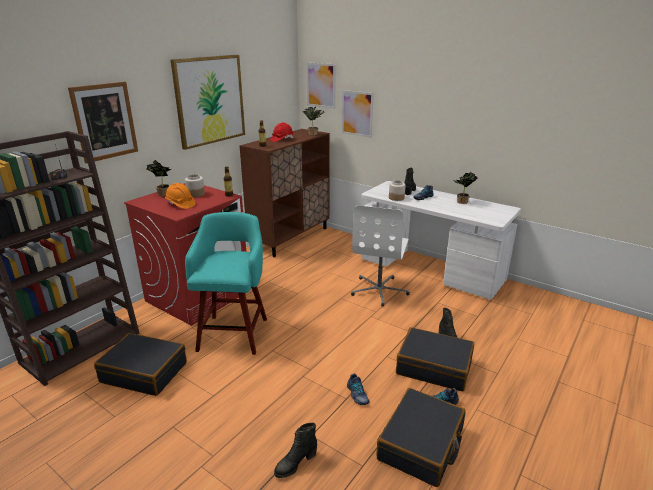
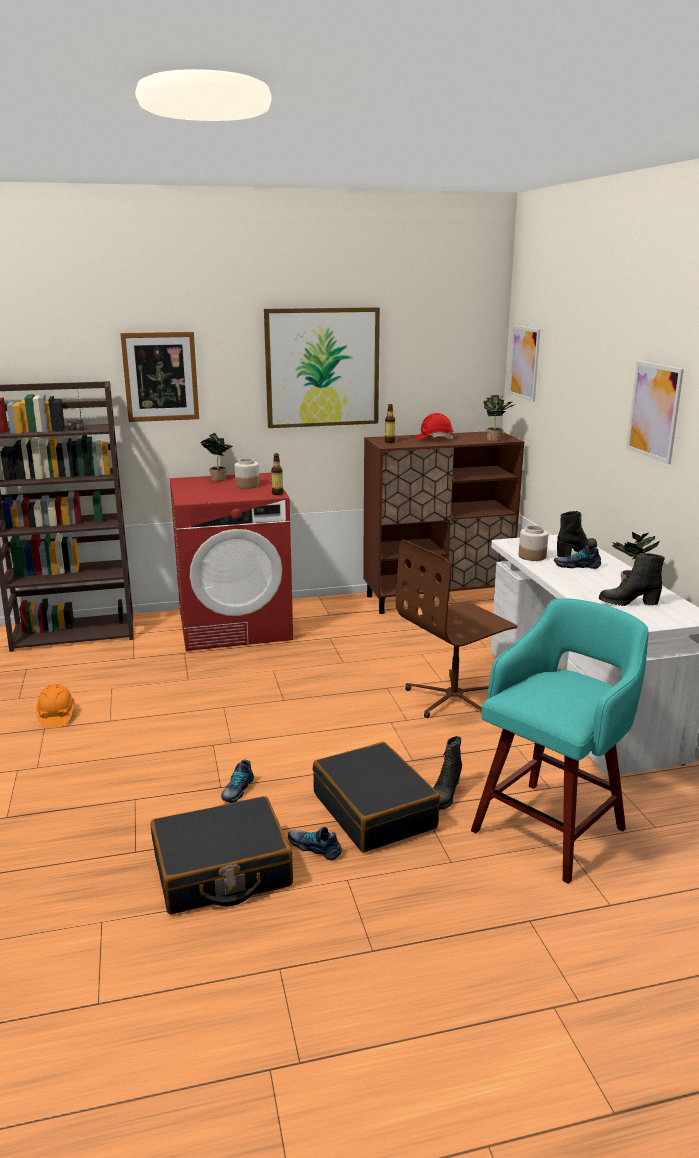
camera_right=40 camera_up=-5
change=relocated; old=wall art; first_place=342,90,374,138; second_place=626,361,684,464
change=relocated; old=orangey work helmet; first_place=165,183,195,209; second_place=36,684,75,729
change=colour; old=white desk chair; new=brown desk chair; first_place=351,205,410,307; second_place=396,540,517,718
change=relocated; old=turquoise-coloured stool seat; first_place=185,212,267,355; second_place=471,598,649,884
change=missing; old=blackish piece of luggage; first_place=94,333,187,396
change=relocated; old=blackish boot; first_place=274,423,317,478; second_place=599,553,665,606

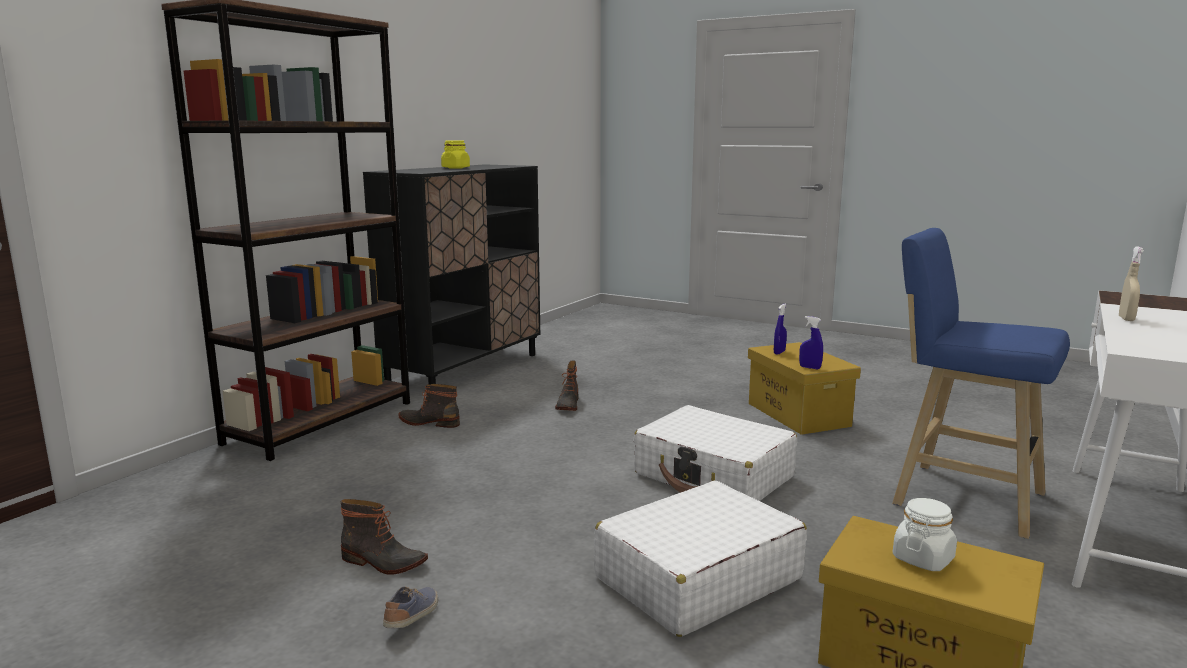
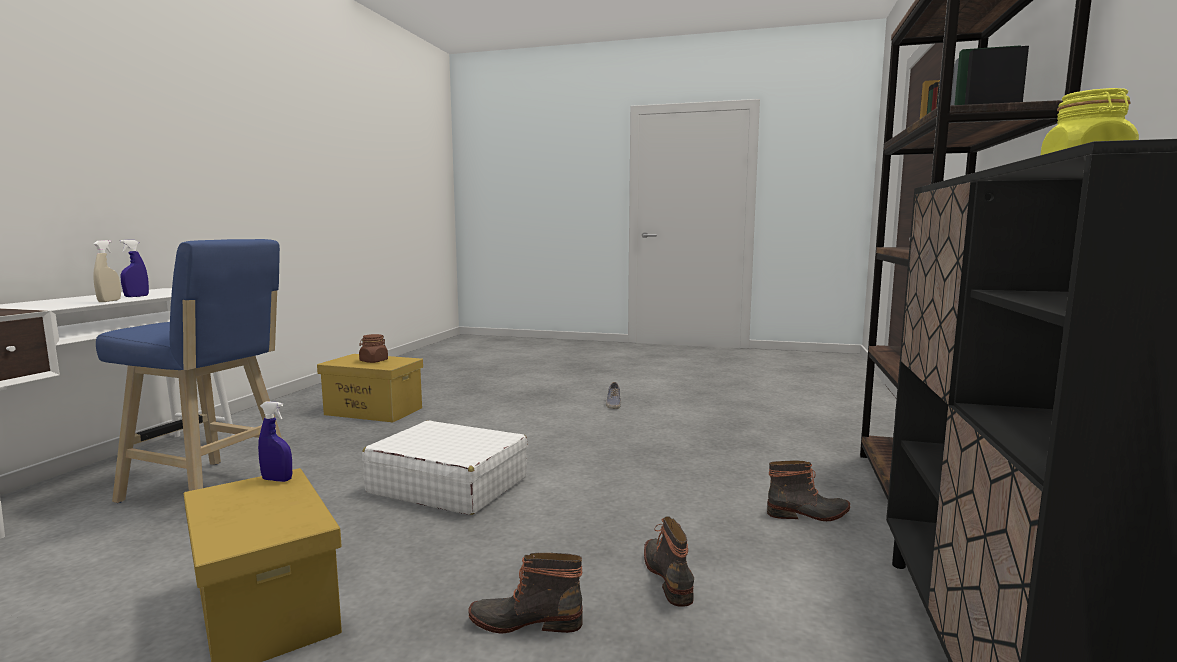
camera_right=165 camera_up=-5
change=relocated; old=blue-coloured spray bottle; first_place=774,304,787,355; second_place=119,240,149,297
change=missing; old=white piece of luggage; first_place=594,481,807,637
change=colour; old=white jar; new=brown jar; first_place=893,498,957,571; second_place=359,334,388,363
change=relocated; old=boot; first_place=340,499,428,575; second_place=468,553,583,634

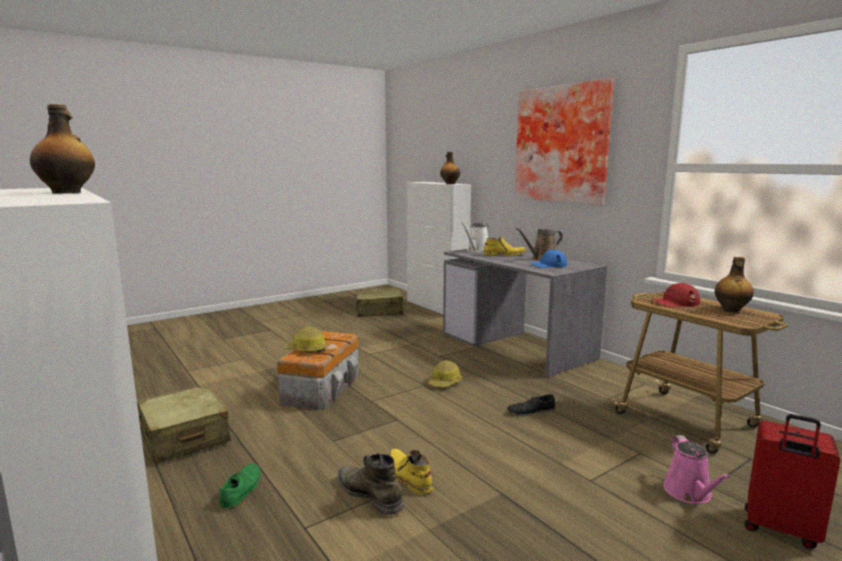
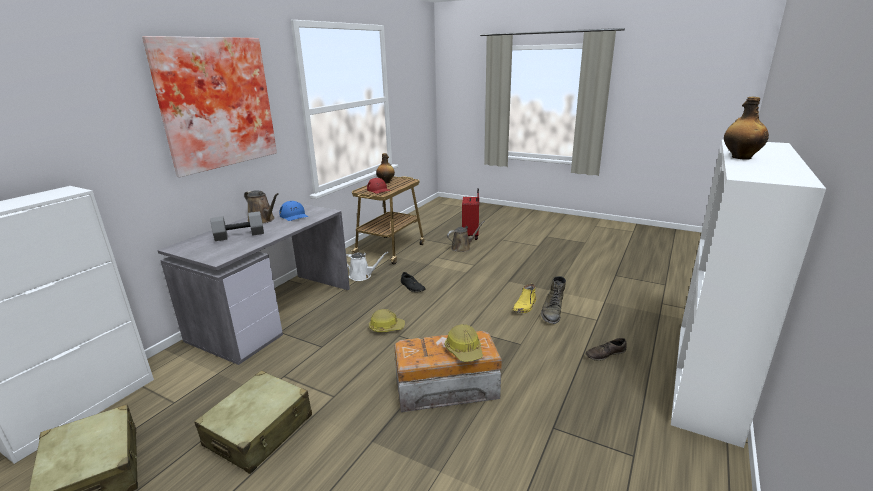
camera_right=-115 camera_up=10
change=missing; old=bottle; first_place=440,152,460,184
change=relocated; old=white sprinkling can; first_place=461,223,489,252; second_place=346,252,389,281
change=exchanged; old=yellow-coloured boot; new=gray dumbbell; first_place=483,237,526,256; second_place=211,211,264,241
change=relocated; old=beige-coloured piece of luggage; first_place=137,385,231,464; second_place=194,371,312,474
change=colour; old=pink sprinkling can; new=brown sprinkling can; first_place=663,435,731,504; second_place=447,221,485,252
change=colour; old=greenish low shoe; new=brown low shoe; first_place=219,463,261,508; second_place=585,338,627,361

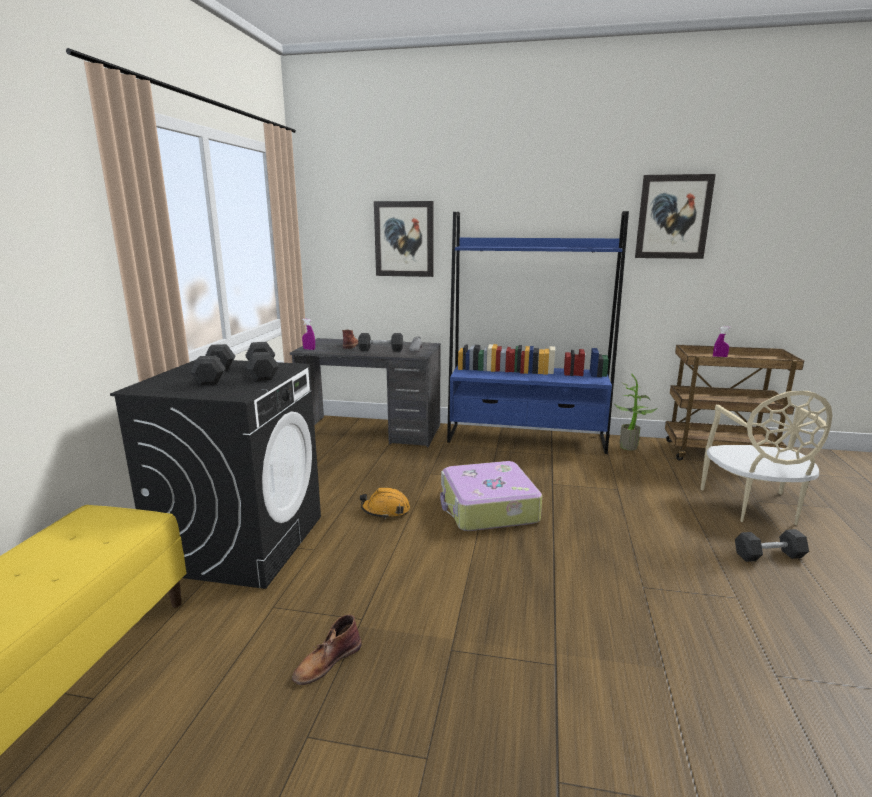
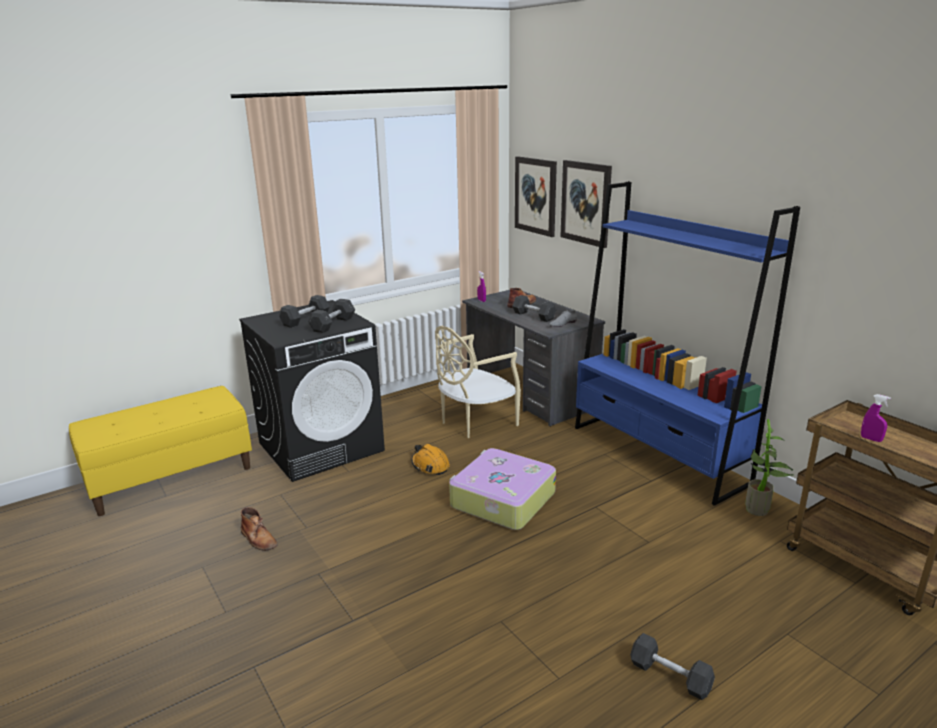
camera_right=45 camera_up=5
change=relocated; old=wall art; first_place=635,174,716,259; second_place=515,156,557,237
change=relocated; old=beige-coloured plain chair; first_place=701,391,833,525; second_place=435,326,521,438
change=spun; old=brown boot; first_place=292,615,362,685; second_place=241,507,278,551; degrees=-135

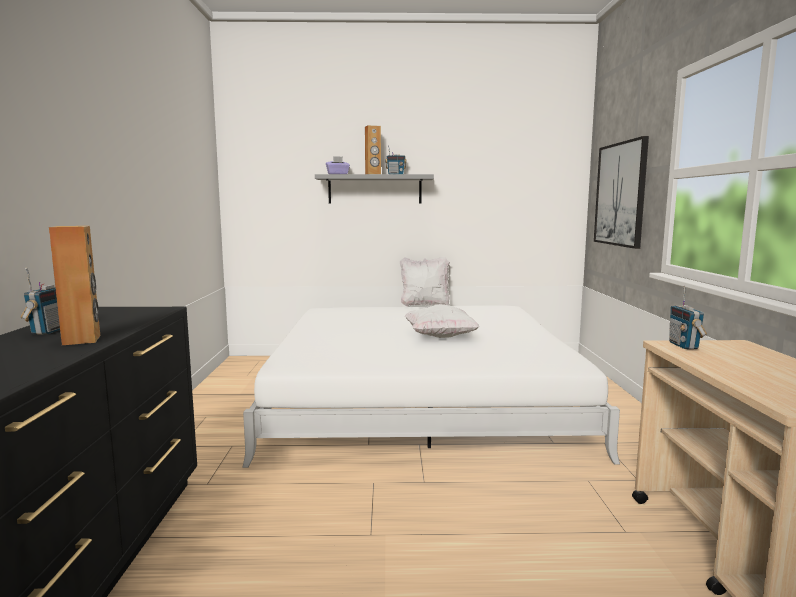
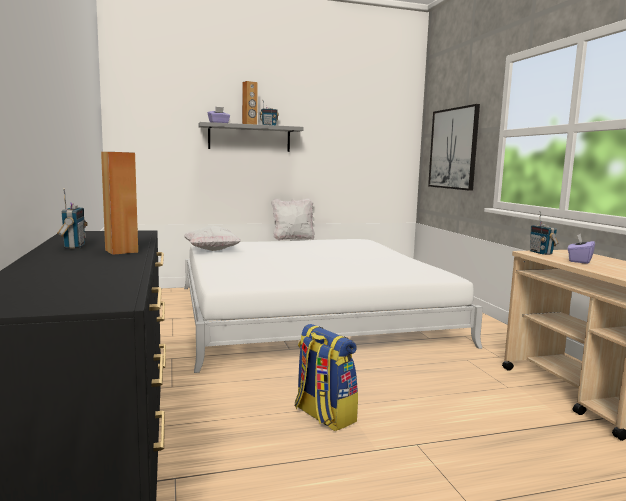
camera_right=-15 camera_up=0
change=relocated; old=white throw pillow; first_place=404,304,480,338; second_place=184,225,241,251
change=appeared; new=purple tissue holder; second_place=568,234,595,264
change=appeared; new=backpack; second_place=295,324,358,431

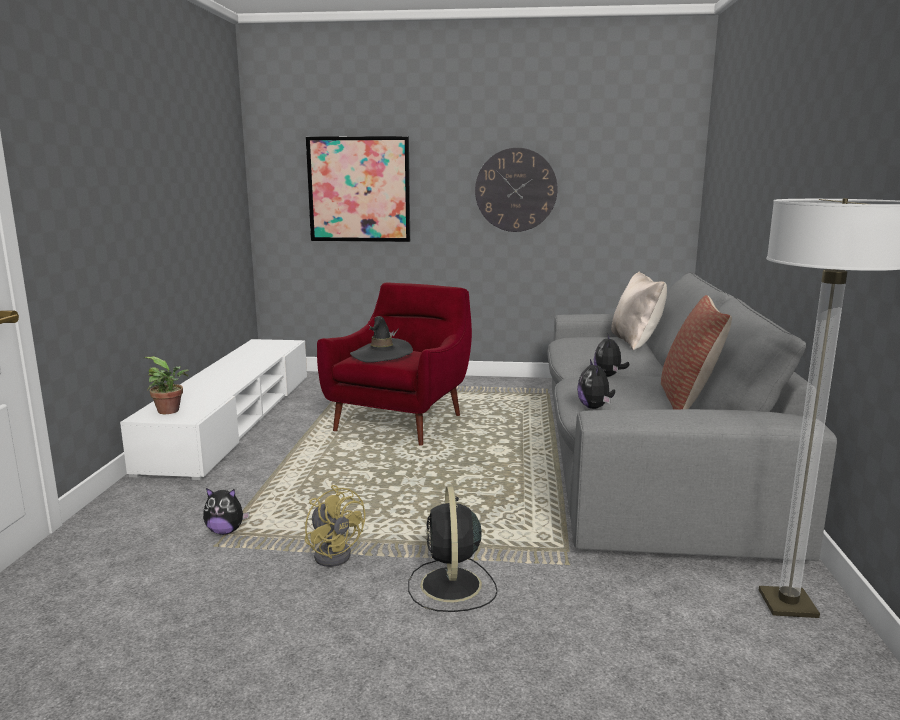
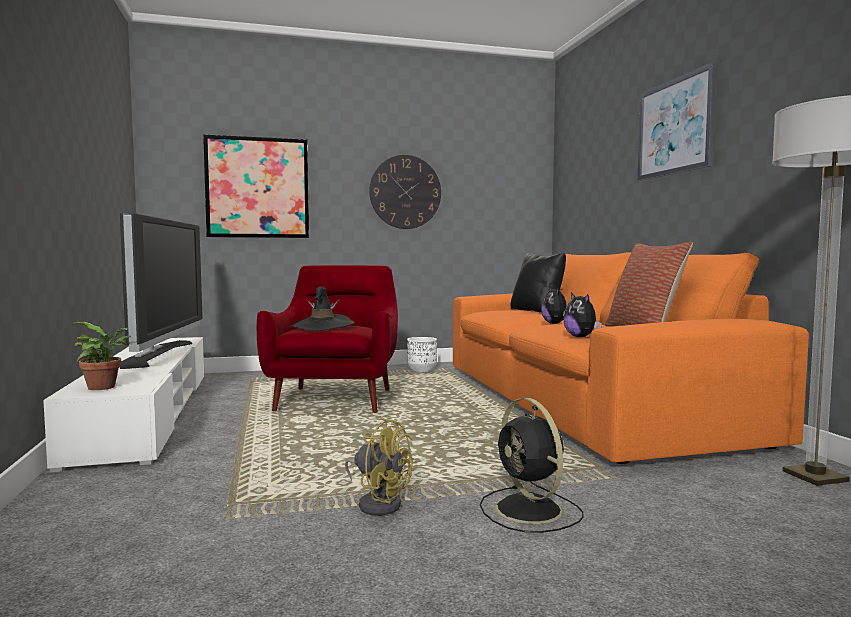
camera_right=-20 camera_up=-10
change=colour; old=beige-coloured throw pillow; new=blackish throw pillow; first_place=611,271,667,350; second_place=511,253,566,312
change=colour; old=gray sofa; new=orangey sofa; first_place=547,273,837,561; second_place=453,252,809,464
change=missing; old=cuddly toy; first_place=203,488,250,535
change=appeared; new=wall art; second_place=637,62,716,181
change=appeared; new=TV; second_place=120,213,203,369
change=appeared; new=white flower pot; second_place=407,337,437,372

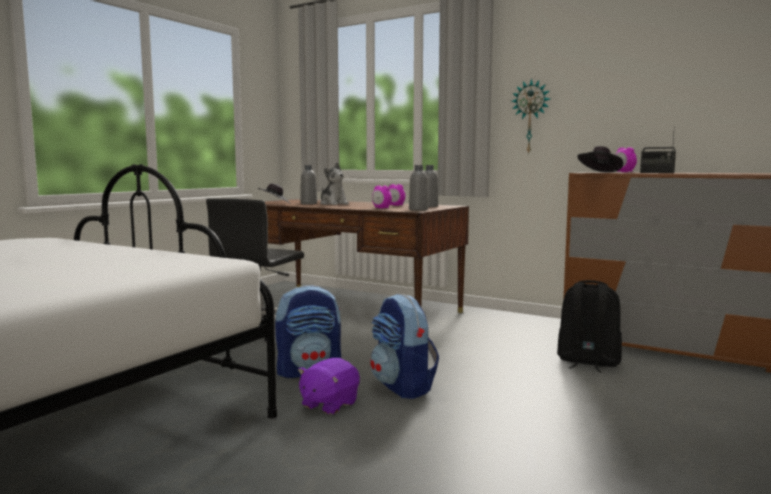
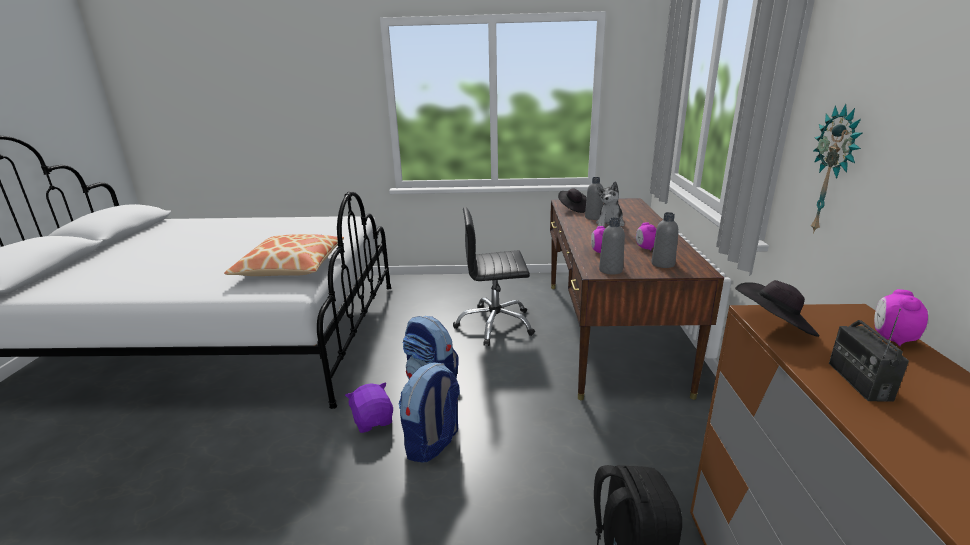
camera_right=60 camera_up=15
change=spun; old=purple cuddly toy; first_place=298,358,360,415; second_place=345,382,393,433; degrees=60
change=appeared; new=throw pillow; second_place=224,234,344,276

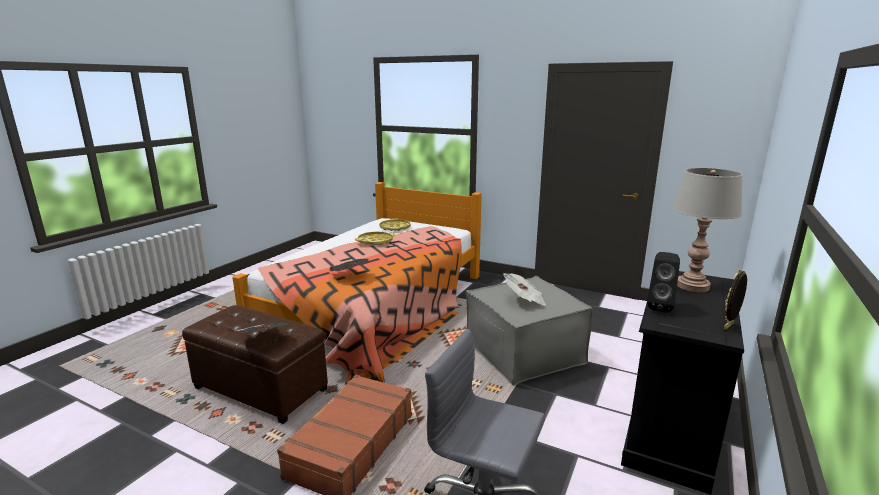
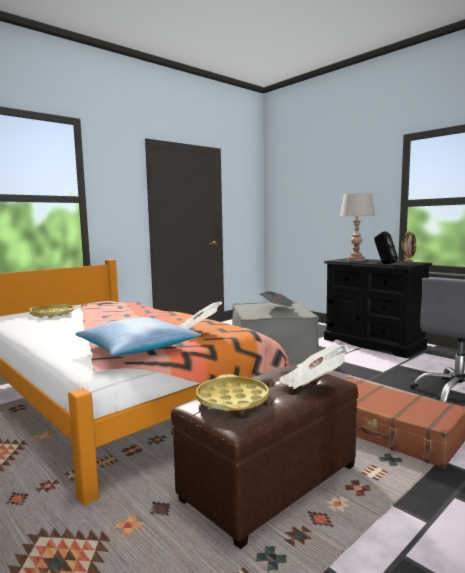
camera_right=-70 camera_up=-10
change=relocated; old=yellow-coloured serving tray; first_place=355,232,395,246; second_place=196,374,269,411
change=appeared; new=throw pillow; second_place=76,317,202,356

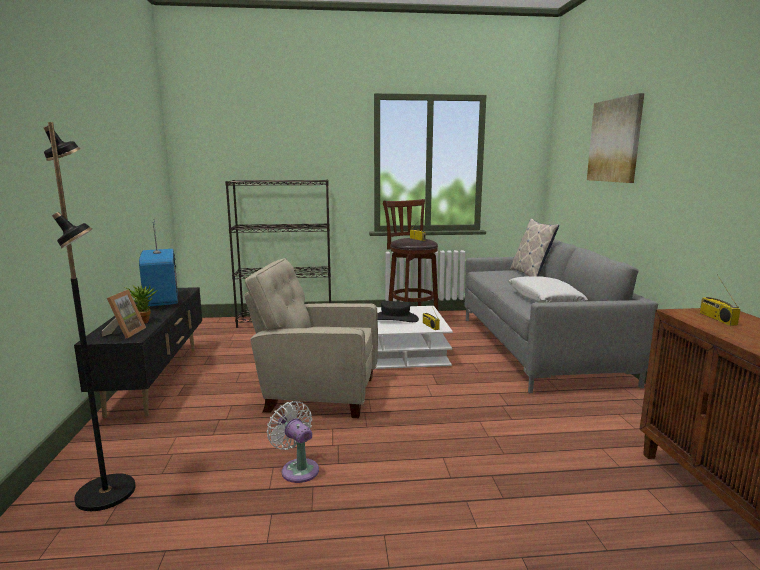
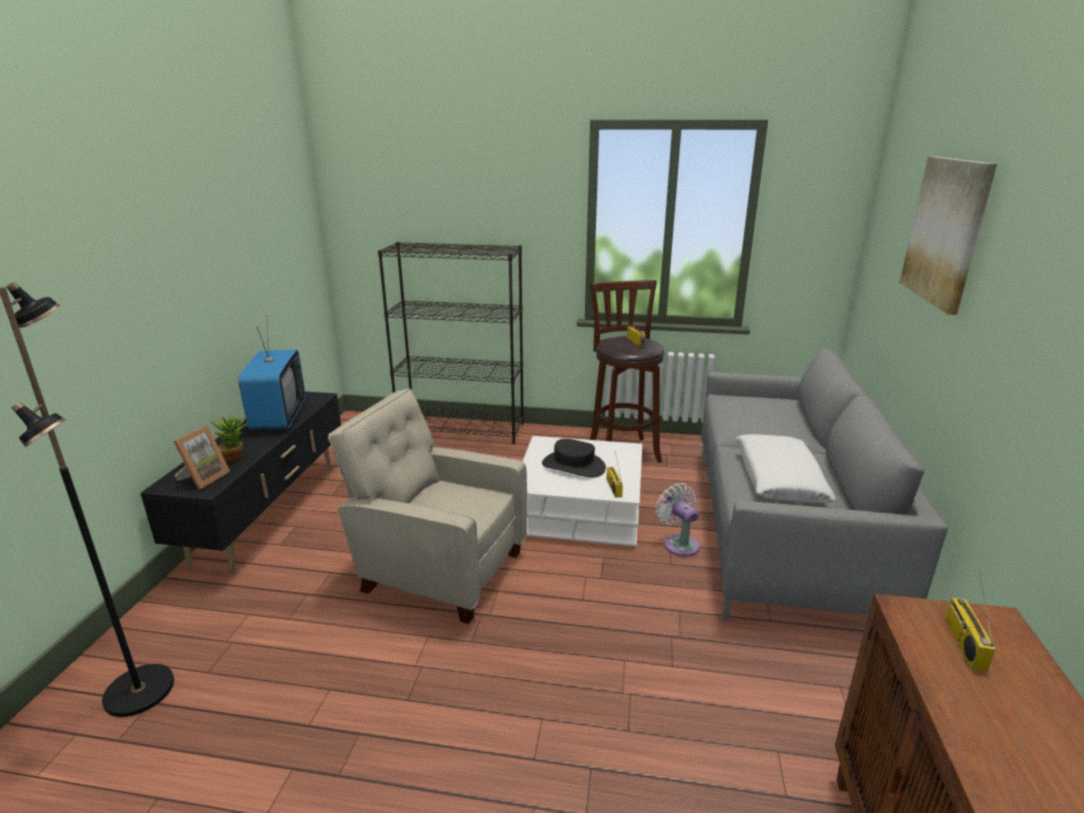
camera_right=15 camera_up=10
change=missing; old=throw pillow; first_place=510,218,559,276
change=relocated; old=white electric fan; first_place=267,401,319,483; second_place=655,483,699,557

